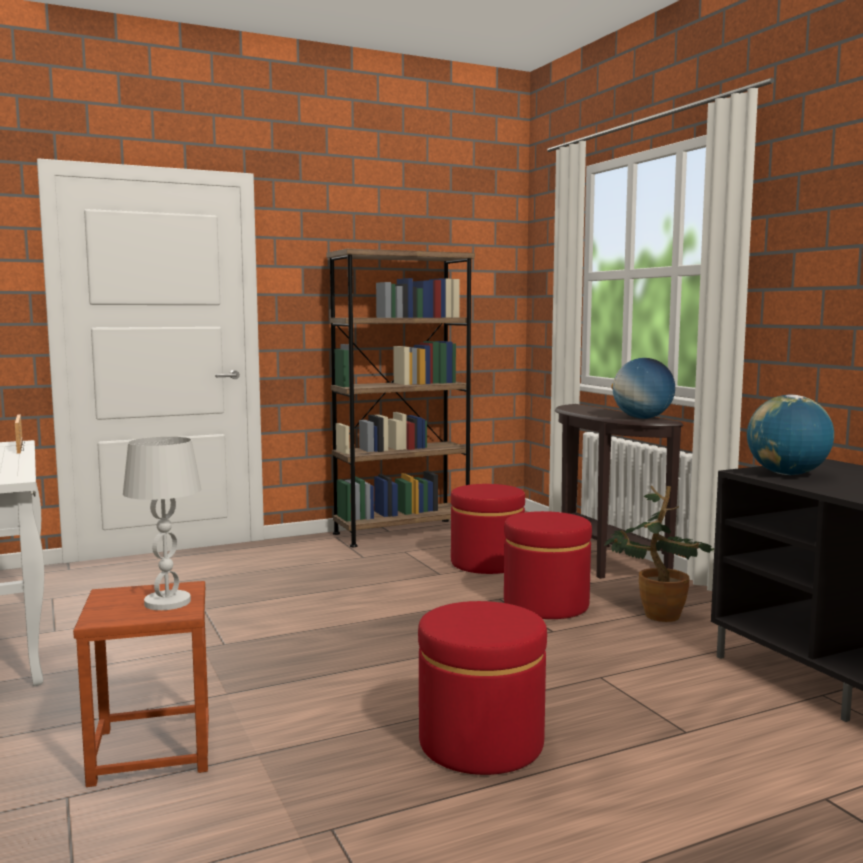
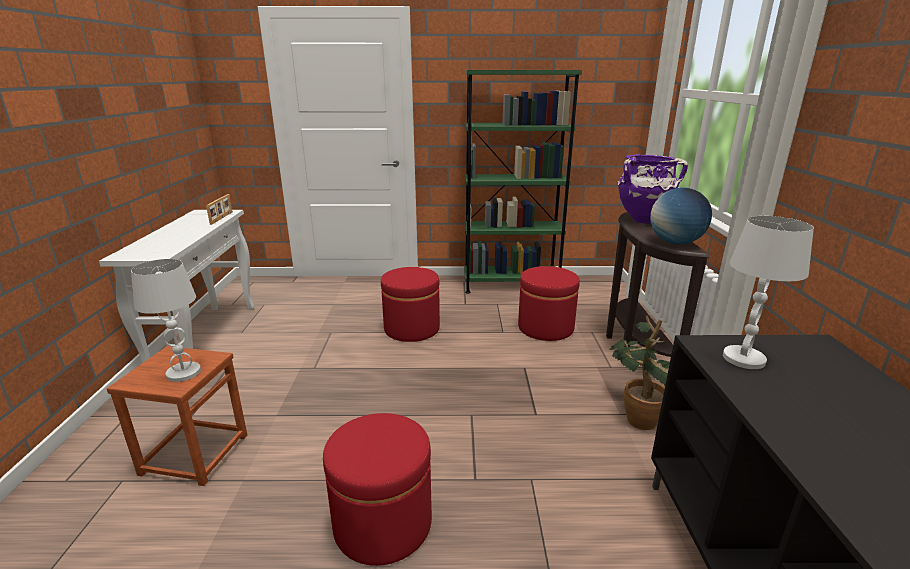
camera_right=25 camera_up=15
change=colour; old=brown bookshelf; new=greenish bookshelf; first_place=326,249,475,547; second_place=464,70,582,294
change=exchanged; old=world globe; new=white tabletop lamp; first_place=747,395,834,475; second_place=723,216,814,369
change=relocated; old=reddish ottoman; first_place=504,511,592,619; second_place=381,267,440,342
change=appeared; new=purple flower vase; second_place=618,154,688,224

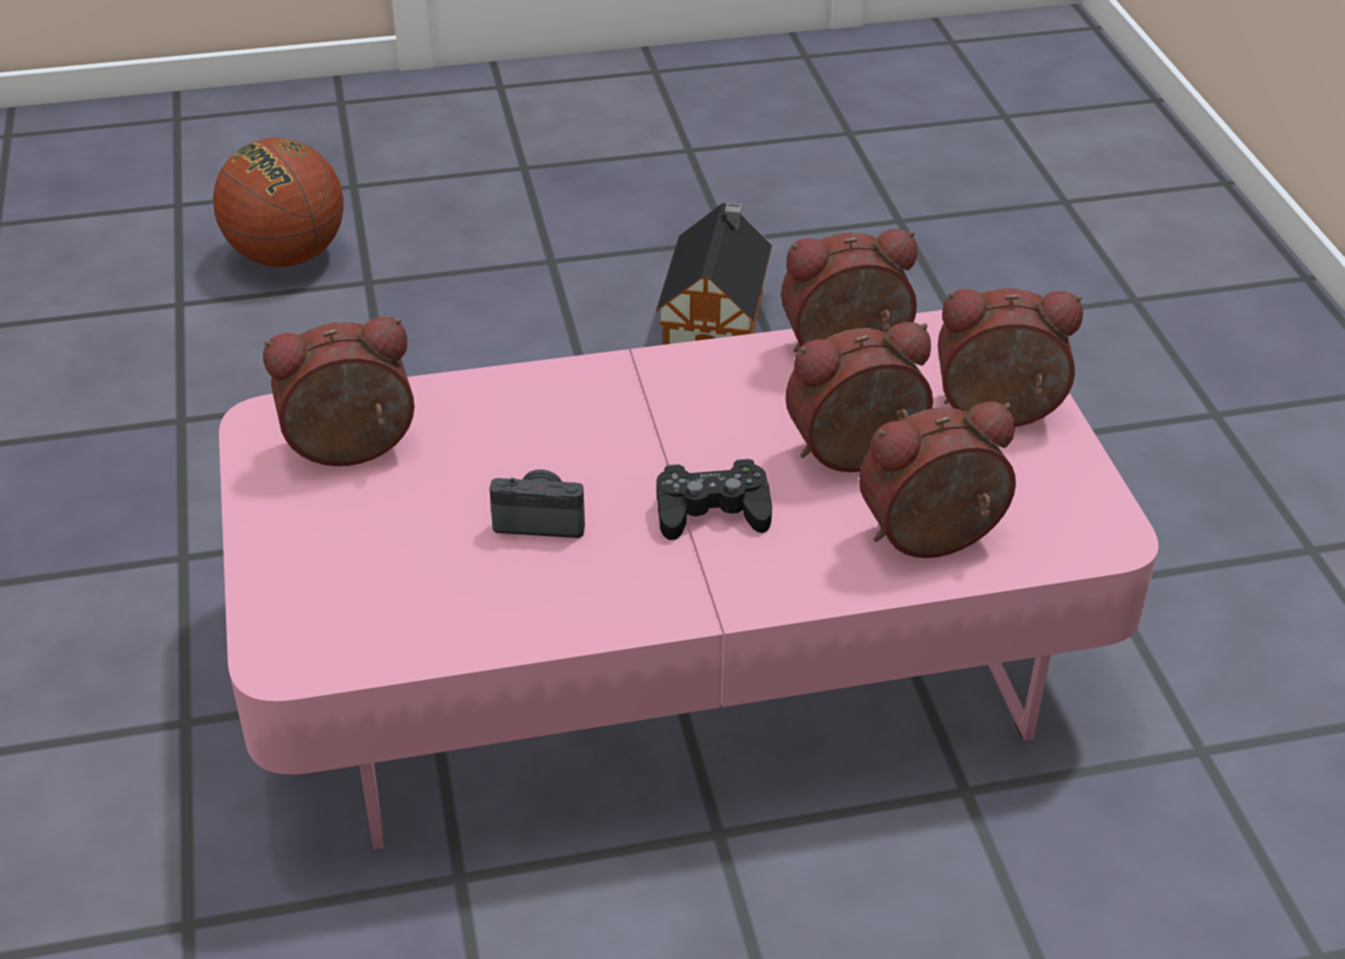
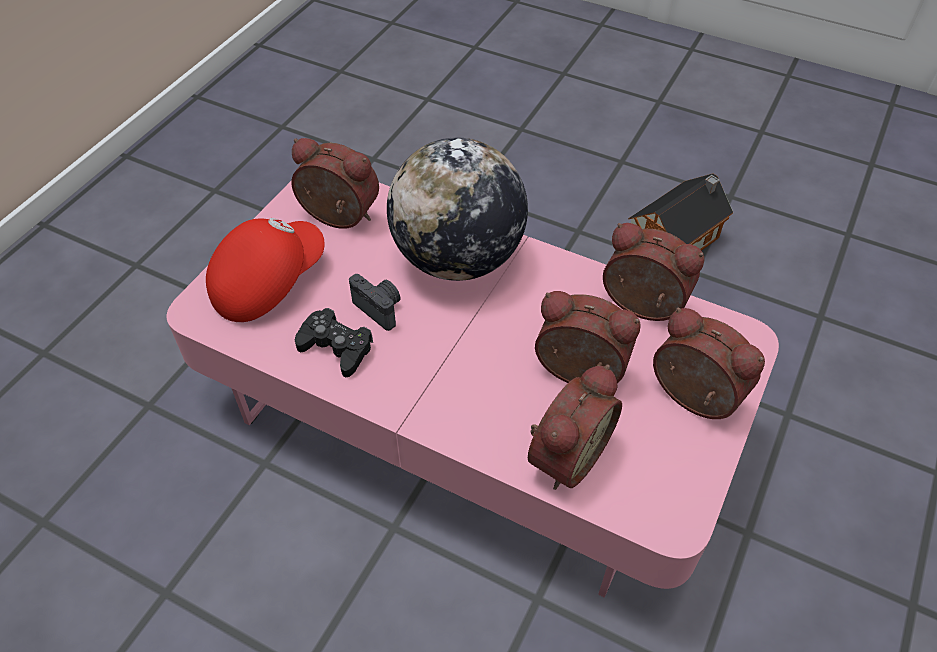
camera_right=40 camera_up=10
change=missing; old=basketball ball; first_place=213,138,344,267
change=spun; old=alarm clock; first_place=859,402,1016,558; second_place=528,365,622,490; degrees=105
change=relocated; old=blackish game controller; first_place=656,459,772,540; second_place=295,308,373,377
change=appeared; new=world globe; second_place=387,138,528,281
change=appeared; new=reddish peaked cap; second_place=206,218,325,322

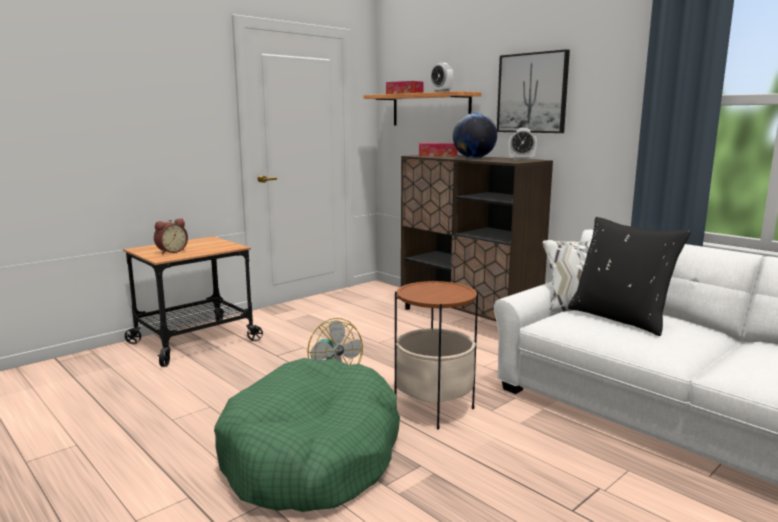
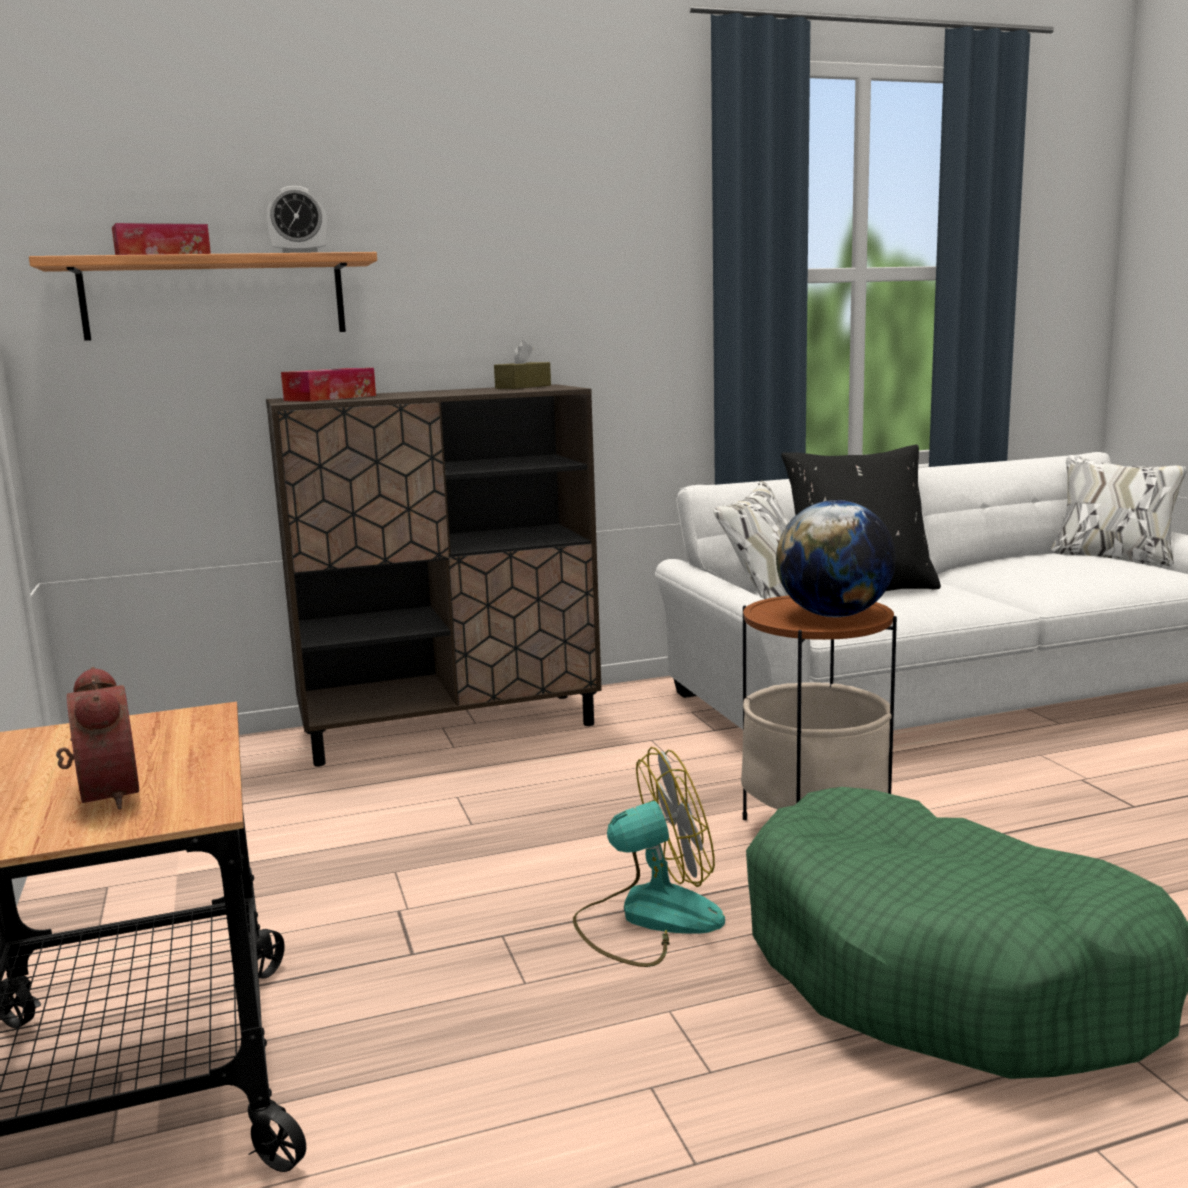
camera_right=-65 camera_up=0
change=missing; old=wall art; first_place=497,49,570,133
change=relocated; old=world globe; first_place=453,113,497,158; second_place=776,500,896,617
change=exchanged; old=alarm clock; new=brown tissue holder; first_place=508,128,537,160; second_place=494,340,551,389

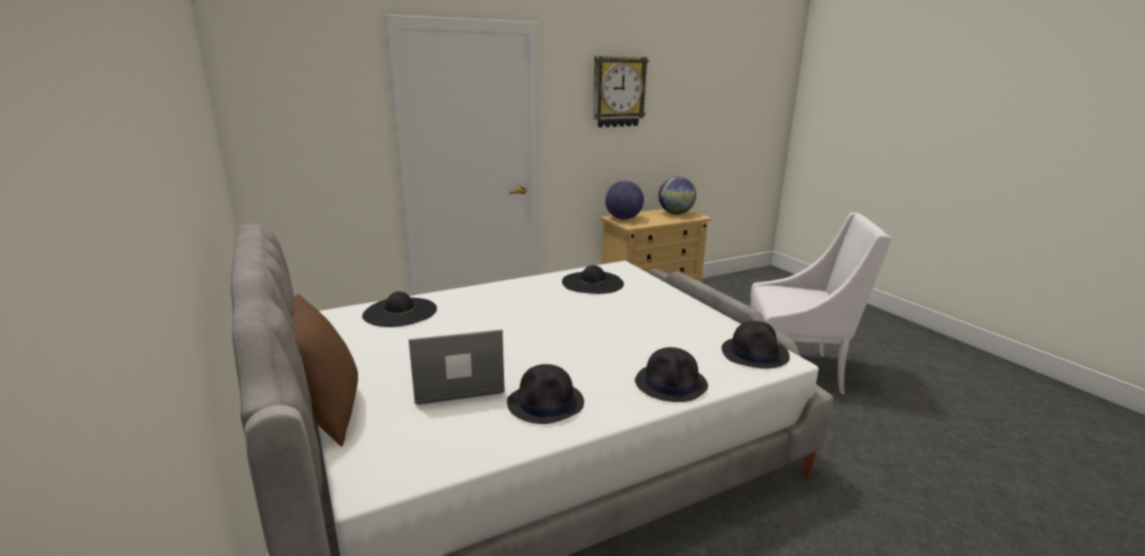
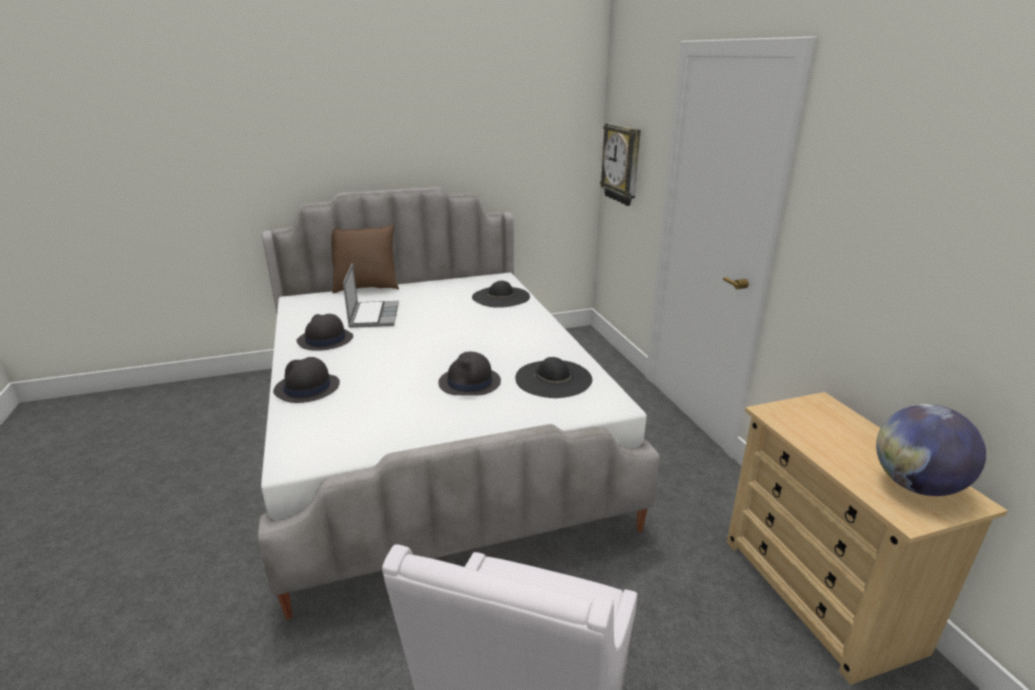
camera_right=100 camera_up=5
change=relocated; old=clock on the wall; first_place=593,56,649,128; second_place=600,123,641,206
change=missing; old=world globe; first_place=605,181,644,220
change=relocated; old=blackish clothing hat; first_place=722,321,790,369; second_place=438,352,501,396

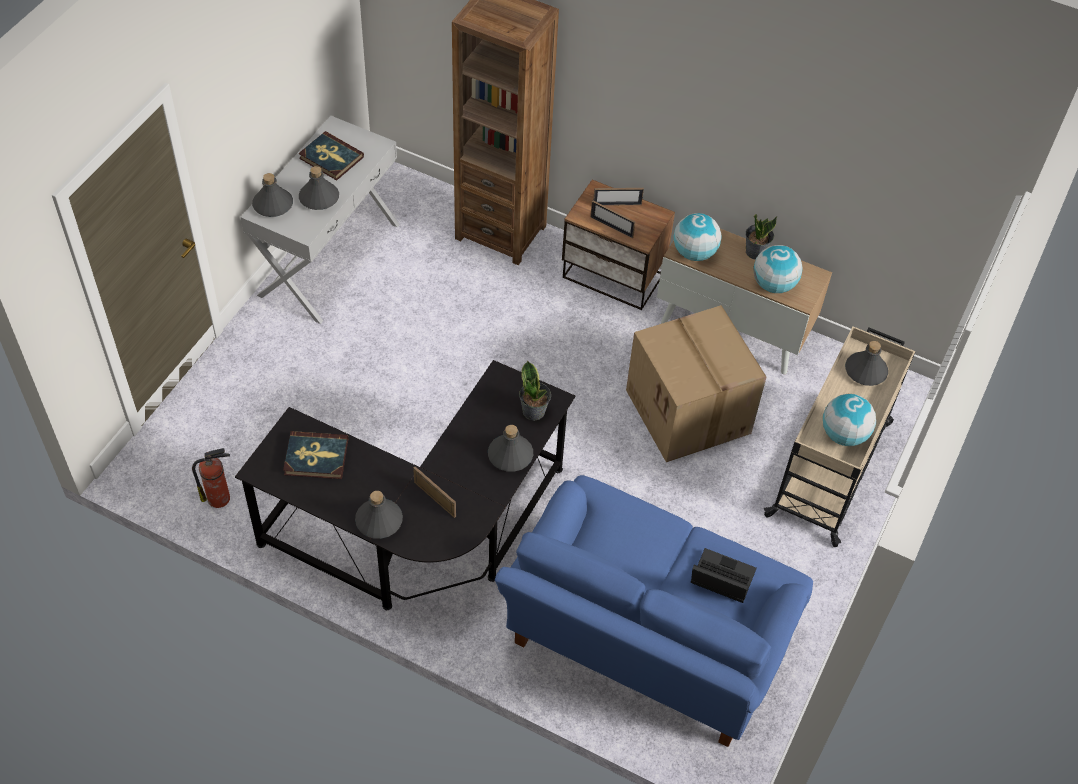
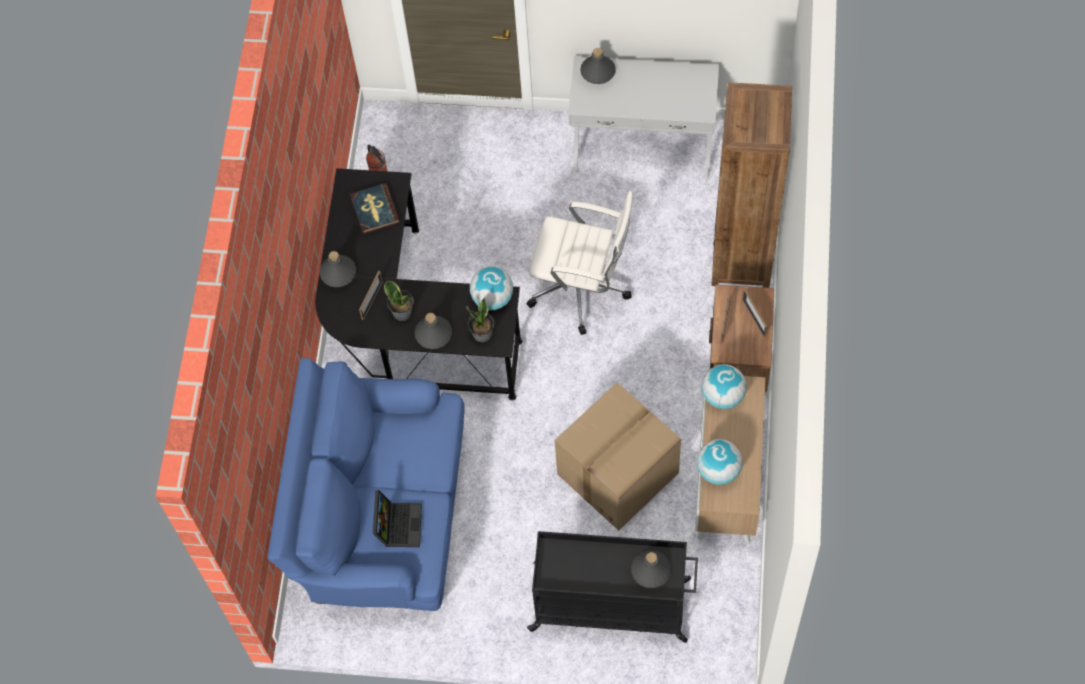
camera_right=75 camera_up=10
change=missing; old=volume; first_place=299,131,364,181
change=missing; old=gray bottle; first_place=299,166,339,210
change=relocated; old=houseplant; first_place=746,214,777,260; second_place=384,281,414,321
change=colour; old=beige-coloured wheeled cart; new=blackish wheeled cart; first_place=764,326,915,547; second_place=527,531,698,643
change=relocated; old=world globe; first_place=823,394,876,446; second_place=470,266,513,310
change=appeared; new=white desk chair; second_place=527,191,634,335

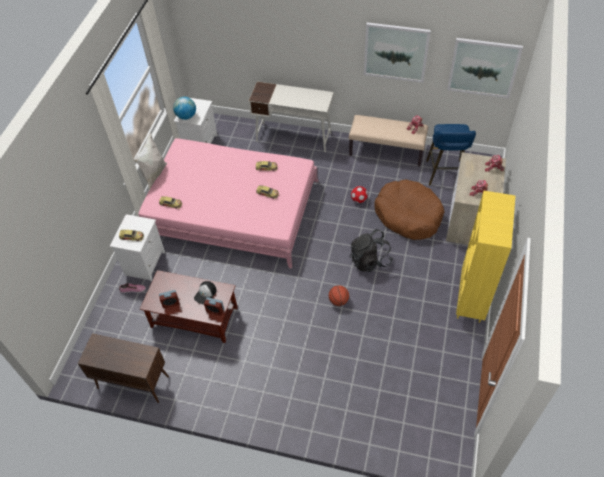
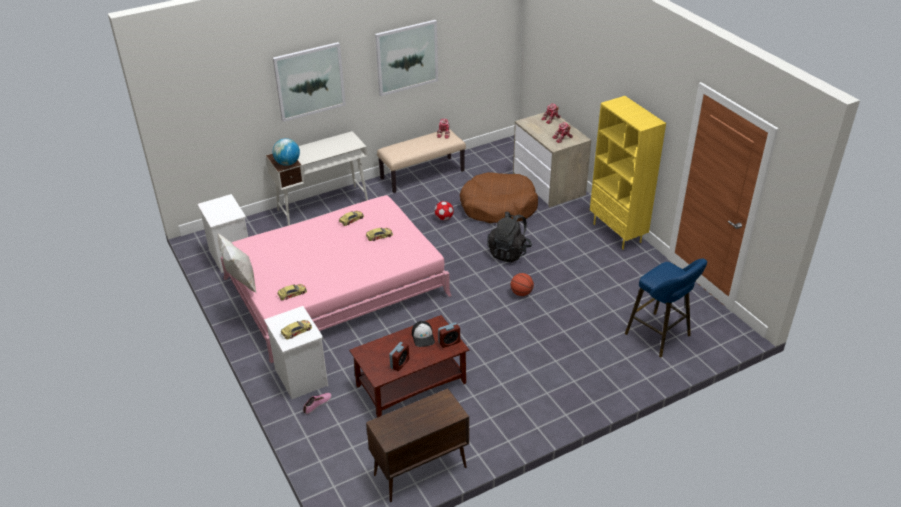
camera_right=-45 camera_up=-15
change=relocated; old=wall art; first_place=447,38,523,98; second_place=273,42,346,122
change=relocated; old=world globe; first_place=173,97,196,120; second_place=272,138,300,166
change=relocated; old=blue-coloured stool seat; first_place=426,124,476,185; second_place=625,259,707,358

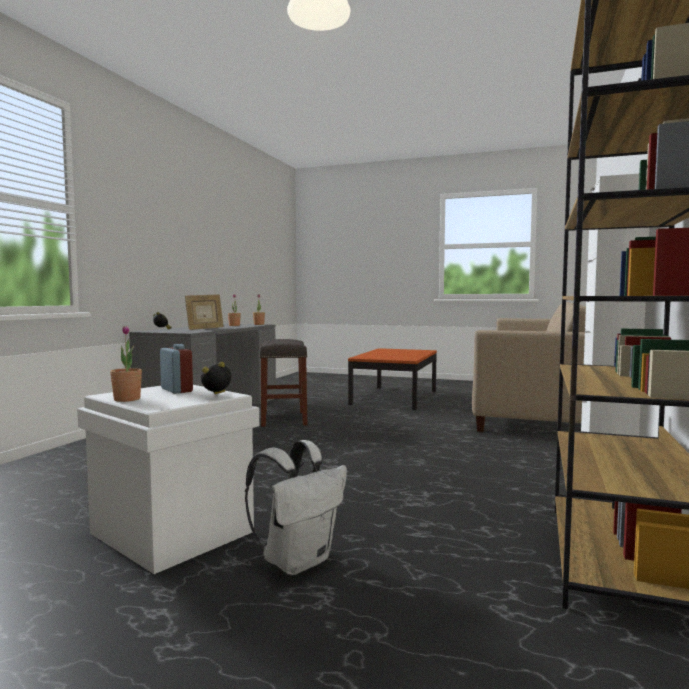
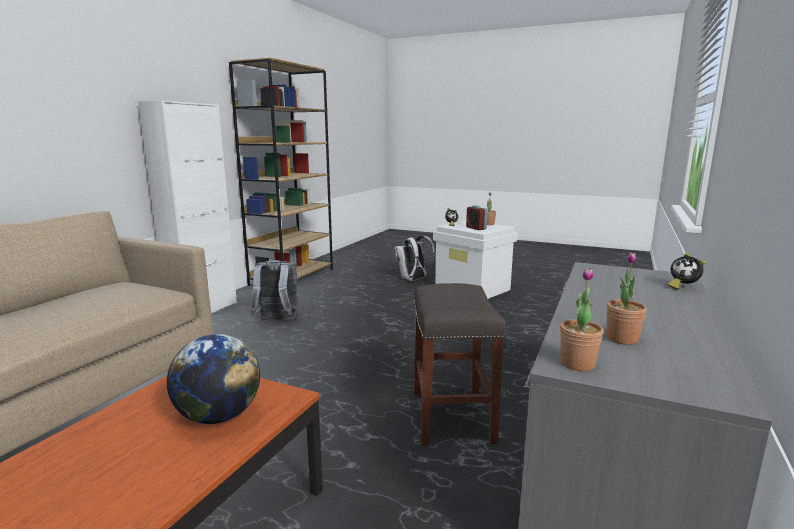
camera_right=-175 camera_up=10
change=missing; old=picture frame; first_place=185,294,224,330
change=appeared; new=gray backpack; second_place=251,260,299,321
change=appeared; new=world globe; second_place=167,334,260,424

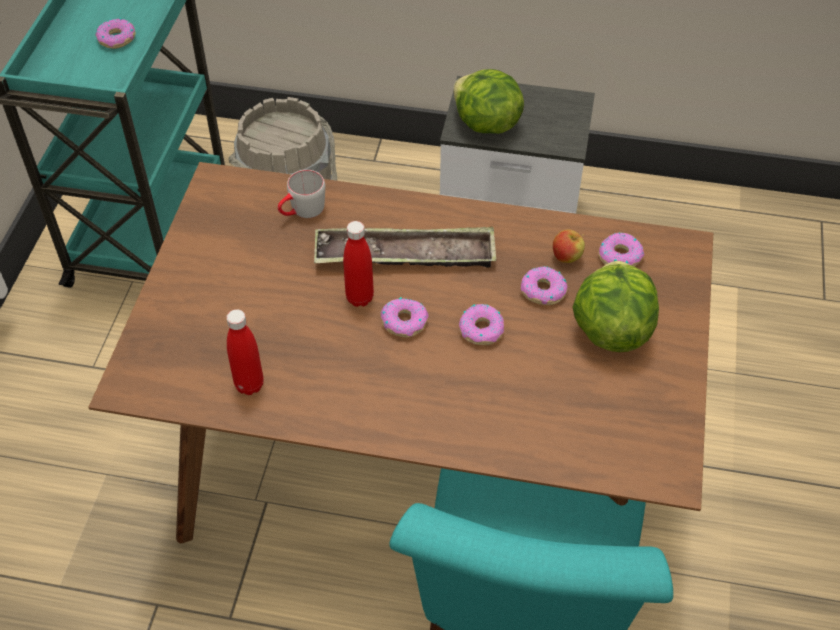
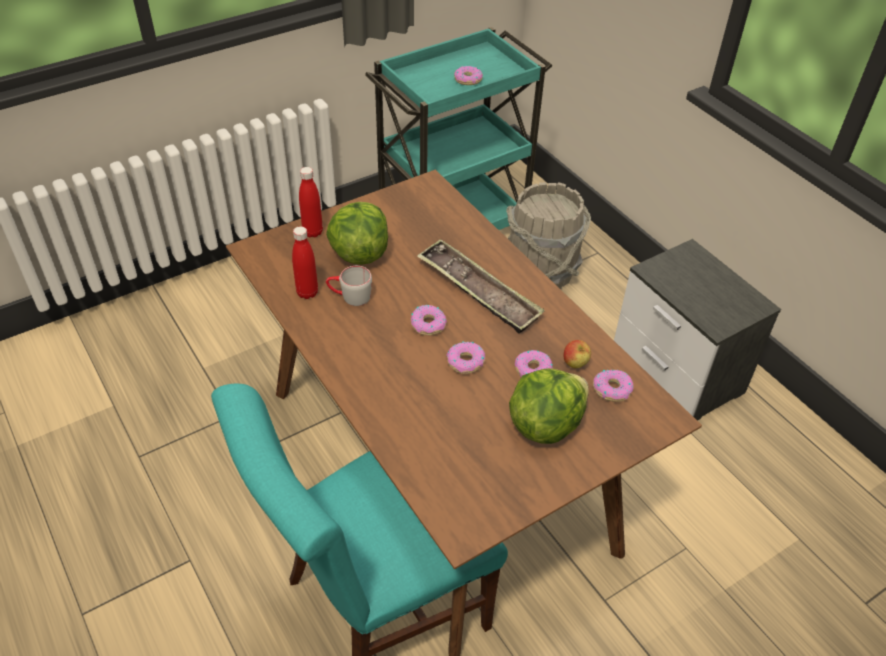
camera_right=45 camera_up=-5
change=relocated; old=head of lettuce; first_place=453,69,524,134; second_place=326,202,388,265
change=relocated; old=gray coffee mug; first_place=278,170,325,218; second_place=326,266,372,306
change=relocated; old=reddish bottle; first_place=343,221,374,307; second_place=299,167,323,237

